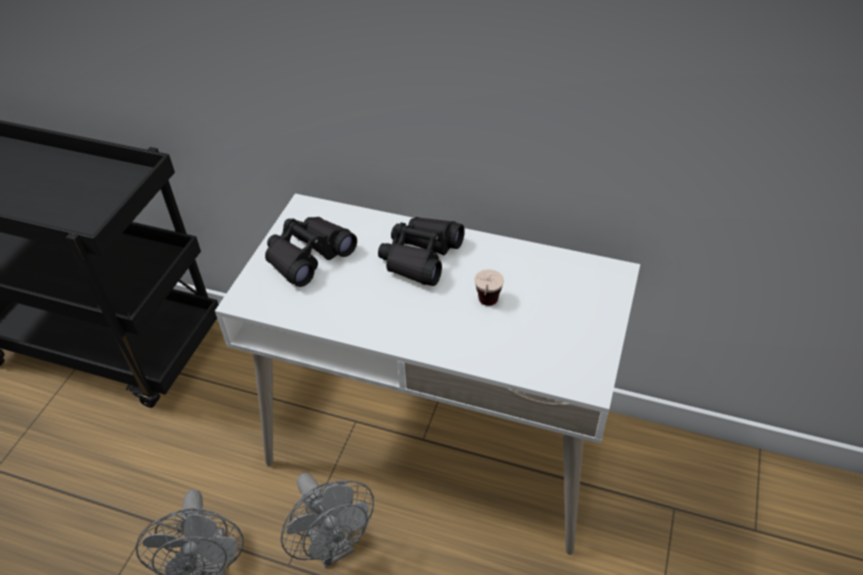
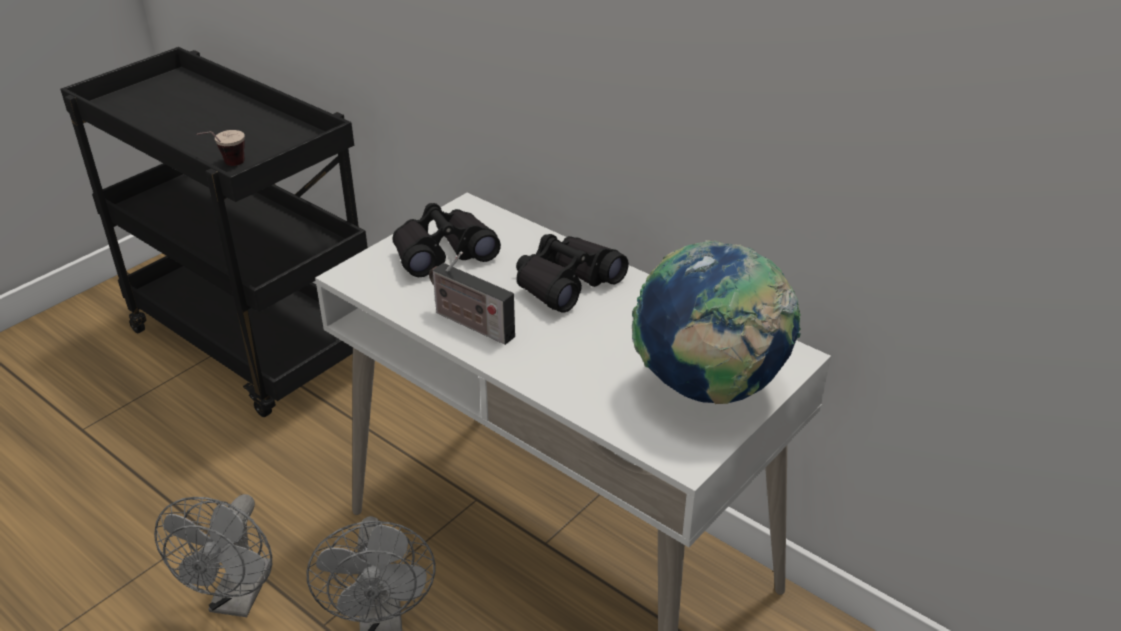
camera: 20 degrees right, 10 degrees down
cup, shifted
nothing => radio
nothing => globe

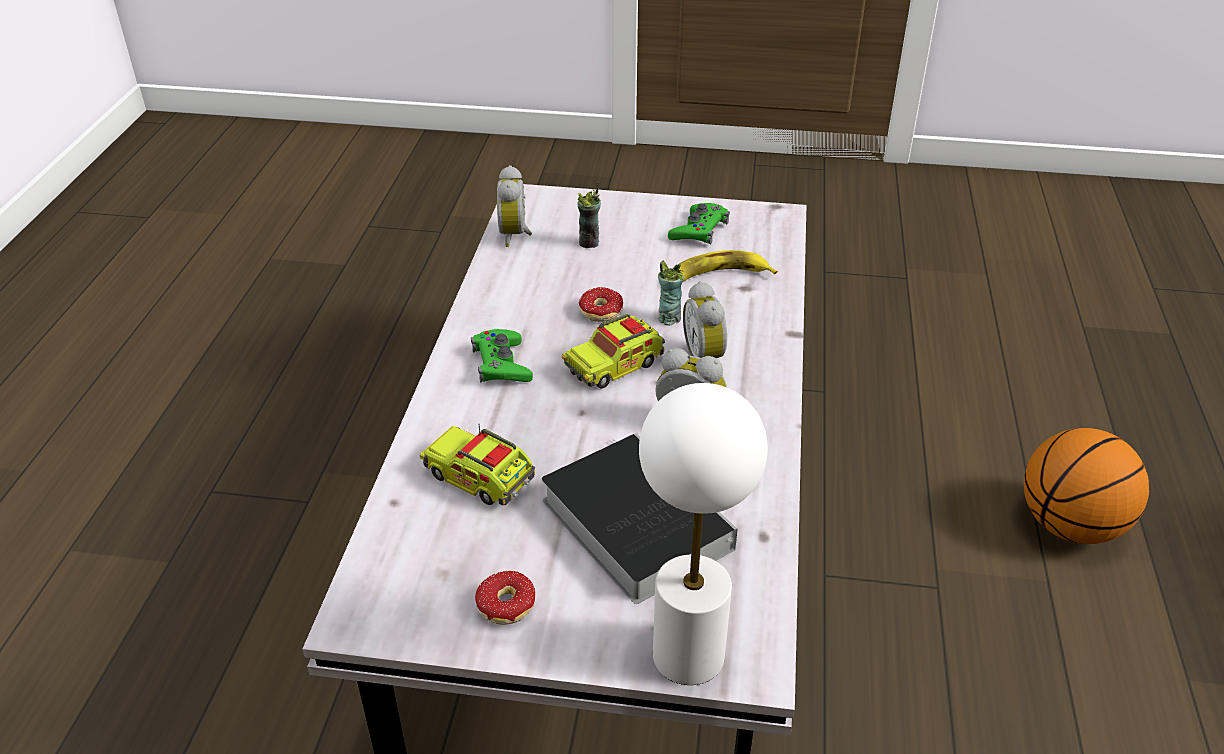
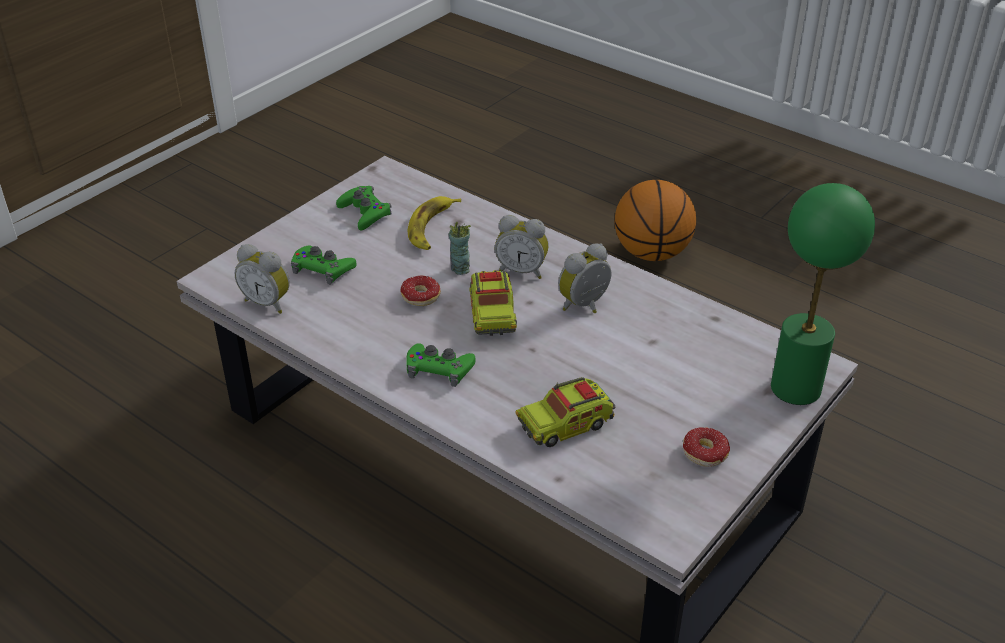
camera: 60 degrees left, 0 degrees up
cup (no. 1 from left) => game controller in green (no. 1 from left)
table lamp in white => table lamp in green
book => nothing

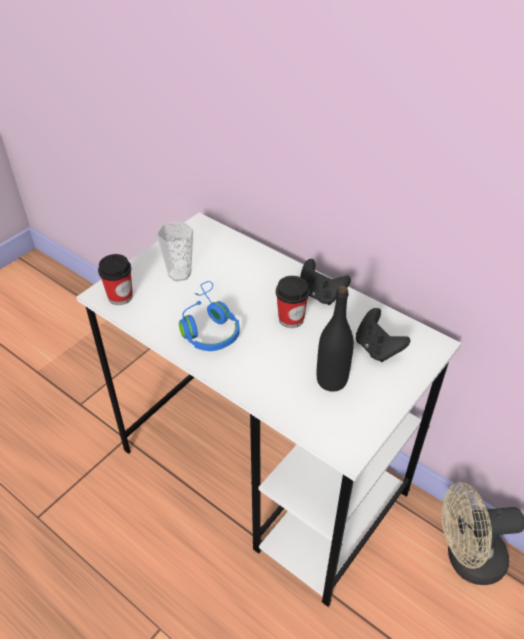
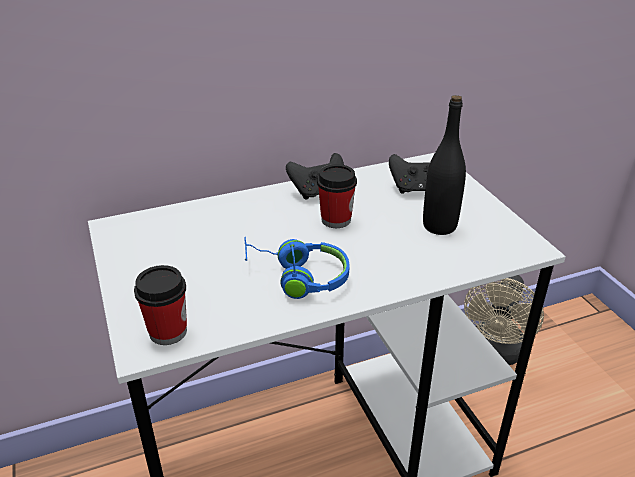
camera: 60 degrees left, 10 degrees down
cup (no. 2 from left) => nothing

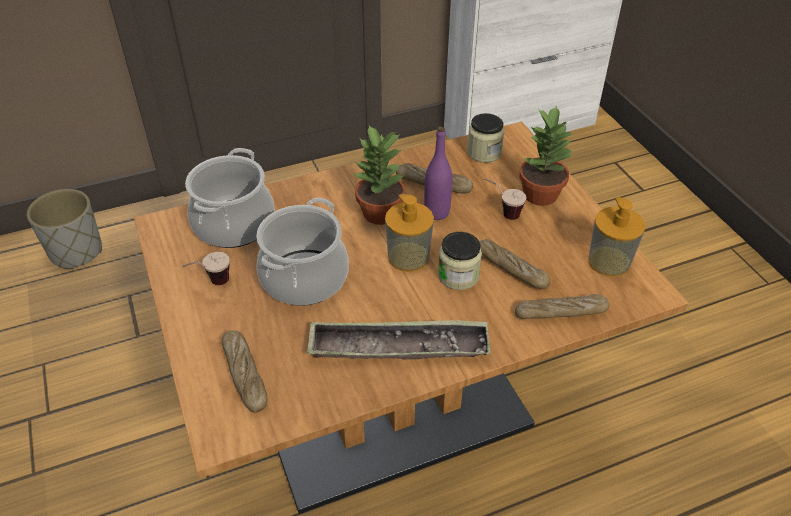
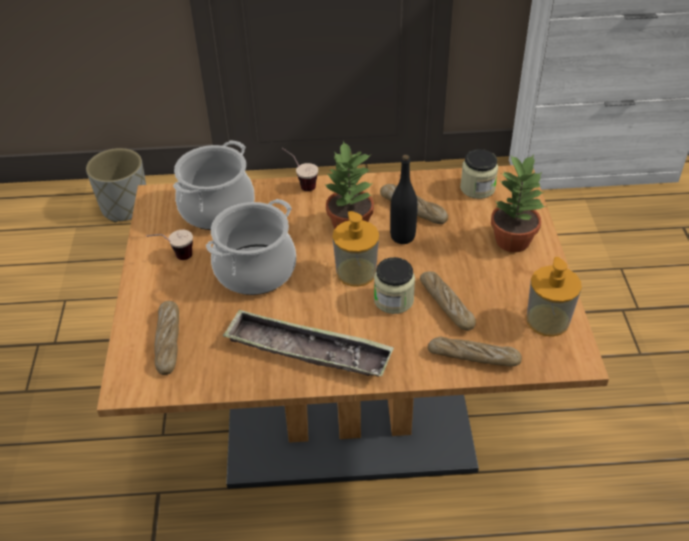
camera: 20 degrees right, 0 degrees up
cup (no. 2 from left), shifted
bottle in purple => bottle in black

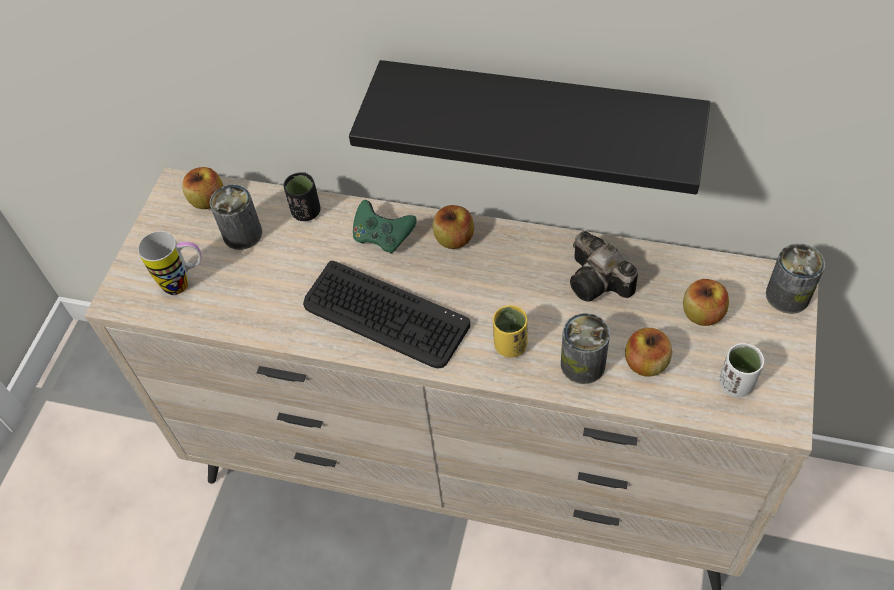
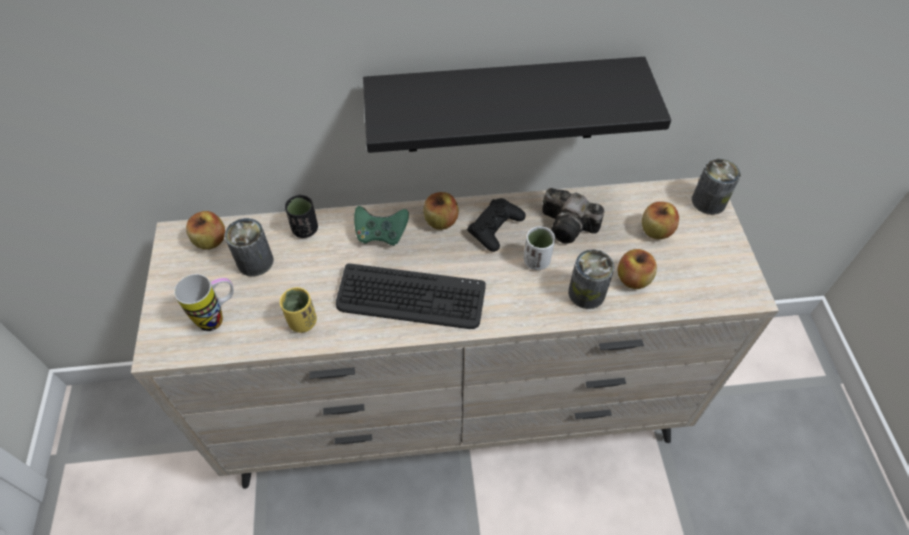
camera: 25 degrees left, 0 degrees up
cup in yellow, shifted
nothing => game controller in black
cup in white, shifted

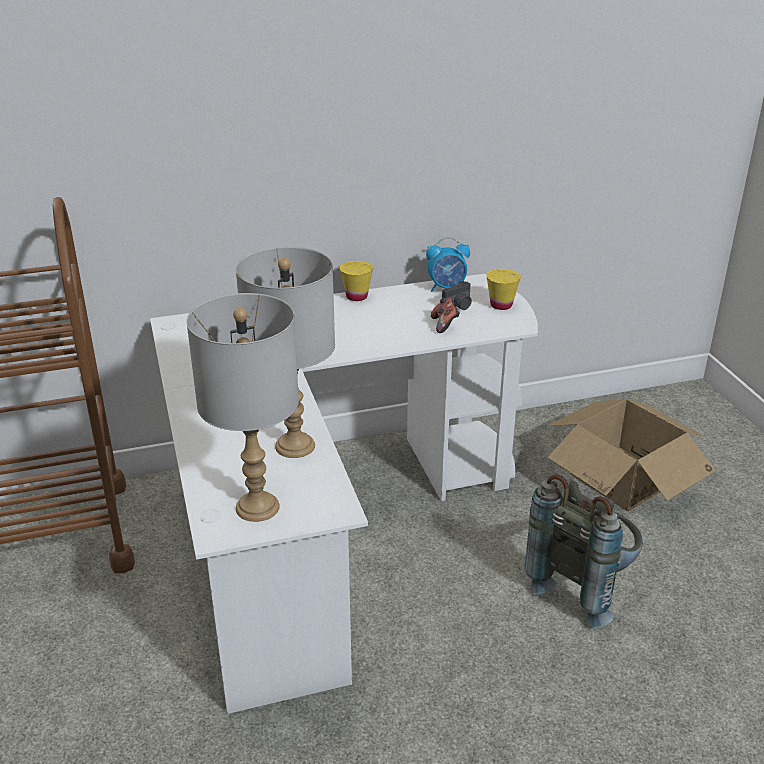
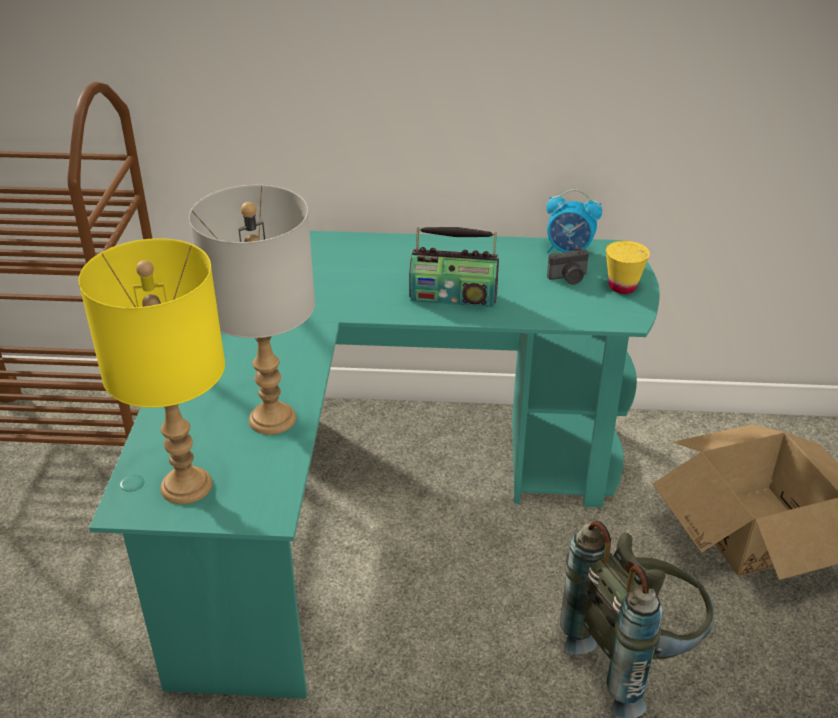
camera: 20 degrees right, 5 degrees up
table lamp in grey (no. 1 from left) => table lamp in yellow
desk in white => desk in turquoise
nothing => radio
cup in yellow (no. 1 from left) => nothing
game controller => nothing

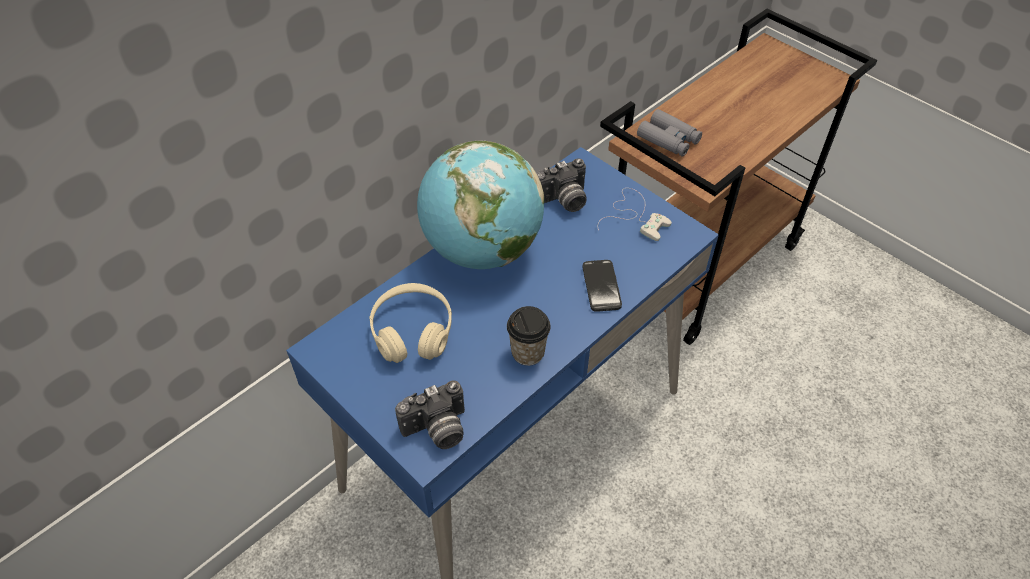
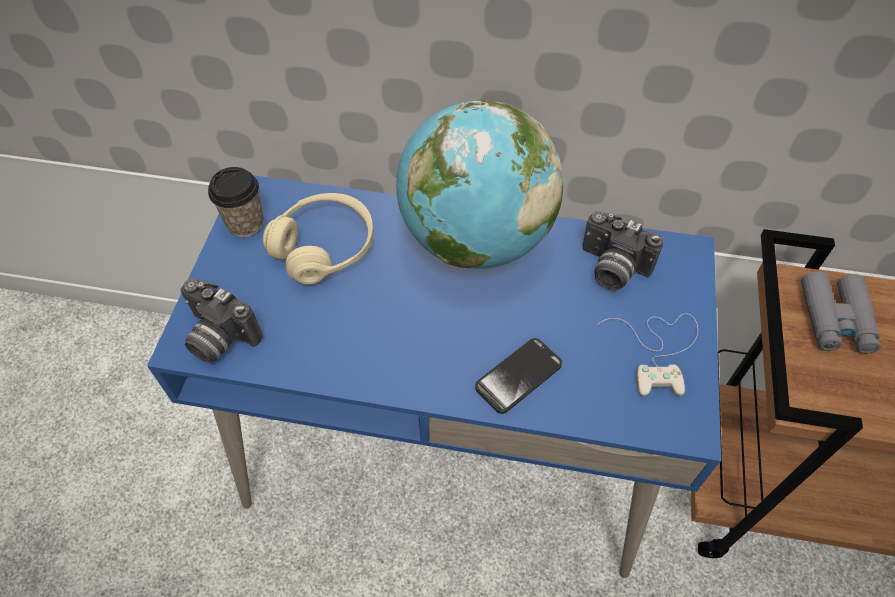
camera: 55 degrees right, 5 degrees up
cup, shifted

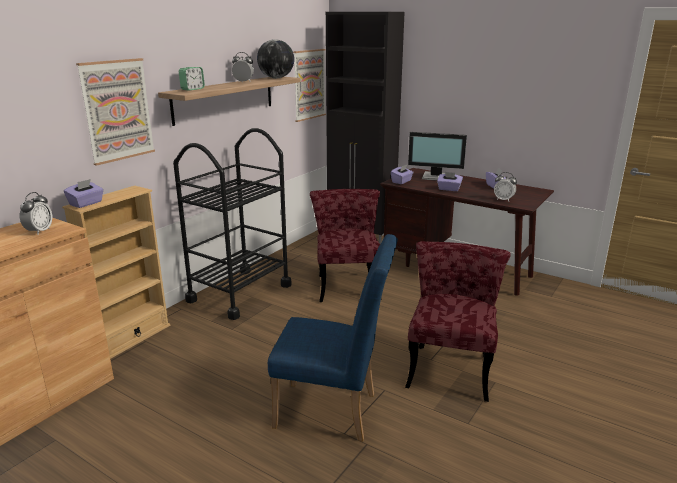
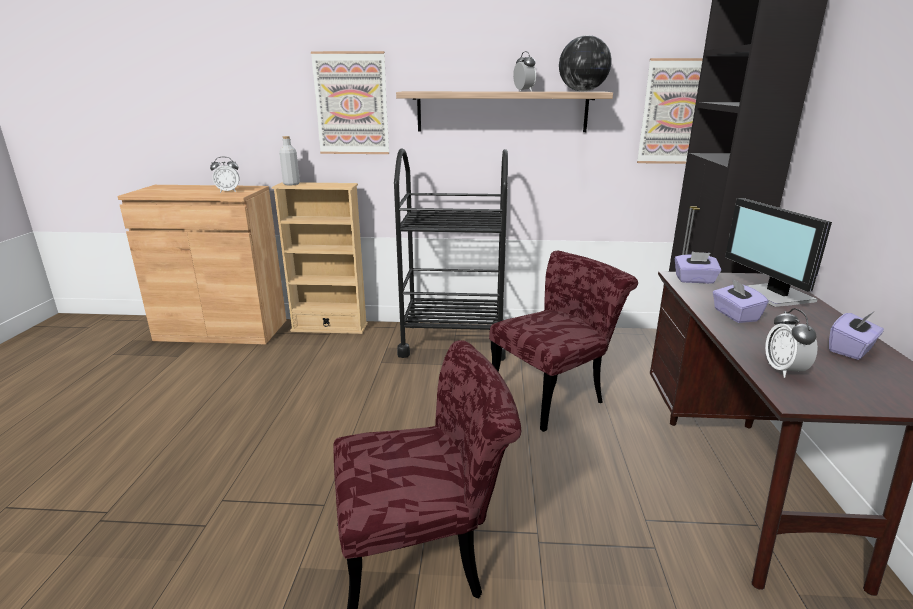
camera: 60 degrees right, 0 degrees up
tissue box in purple (no. 1 from left) => bottle in grey
alarm clock (no. 2 from left) => nothing
chair in blue => nothing

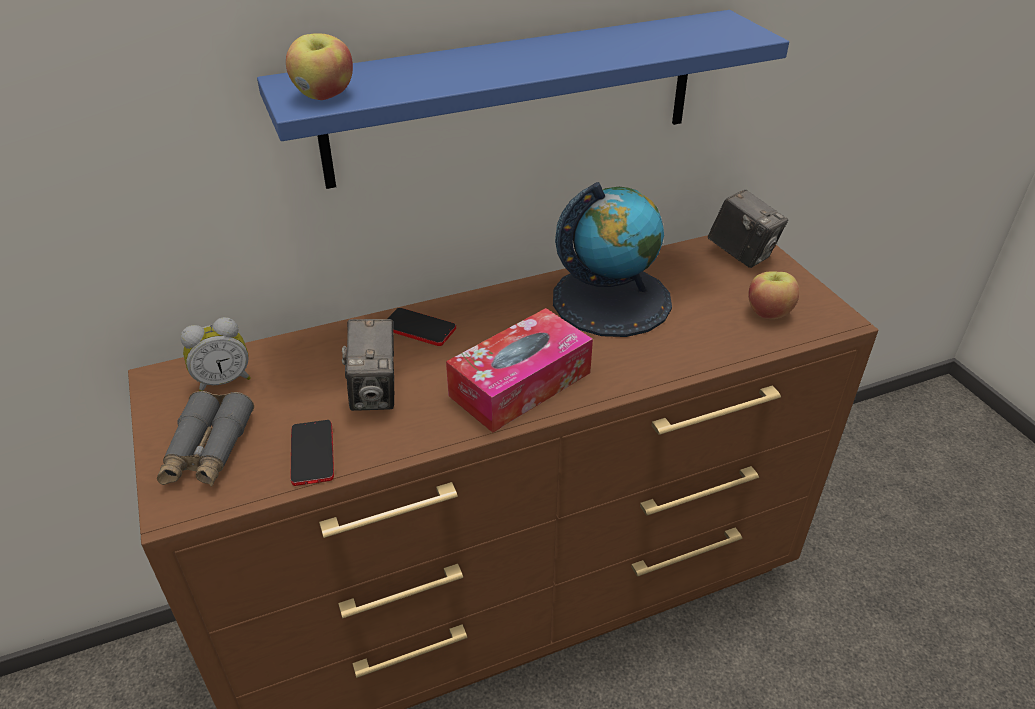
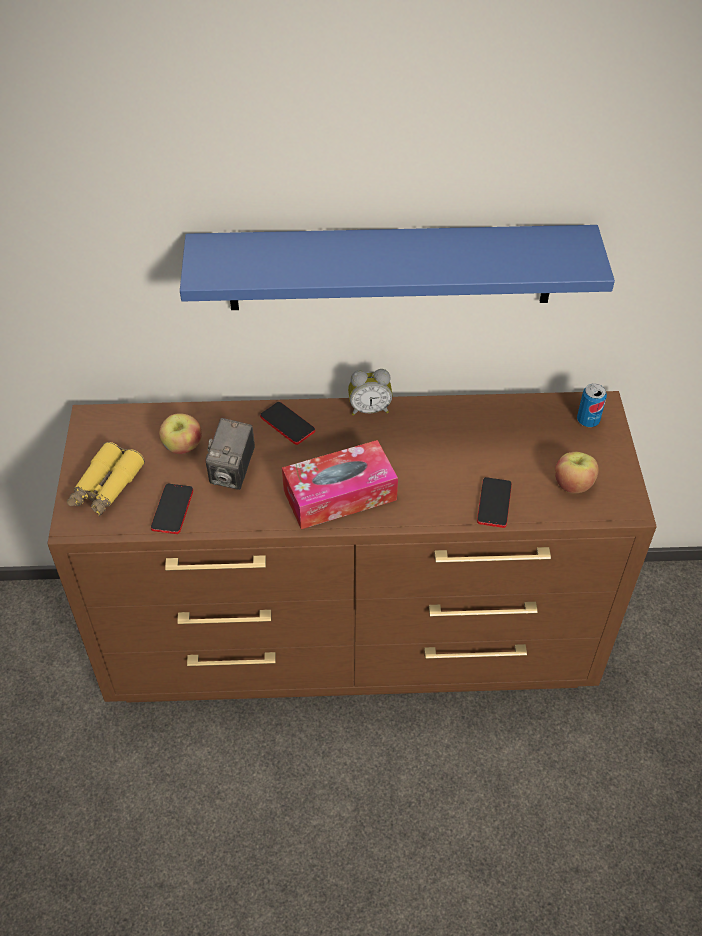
camera: 20 degrees right, 10 degrees up
binoculars in grey => binoculars in yellow
apple (no. 1 from left), shifted
alarm clock, shifted
nothing => phone (no. 3 from left)
photo camera (no. 2 from left) => can
globe => nothing

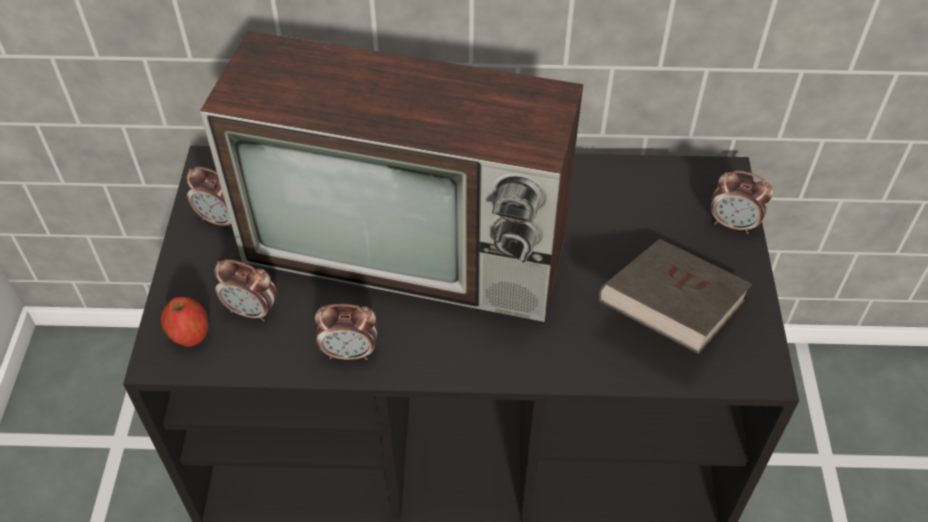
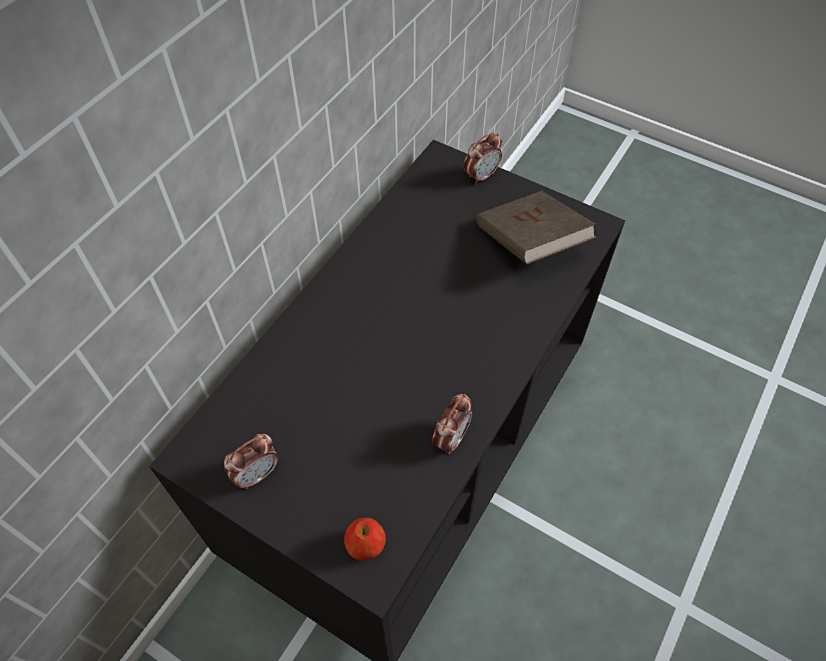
camera: 60 degrees left, 5 degrees up
television => nothing
alarm clock (no. 2 from left) => nothing

